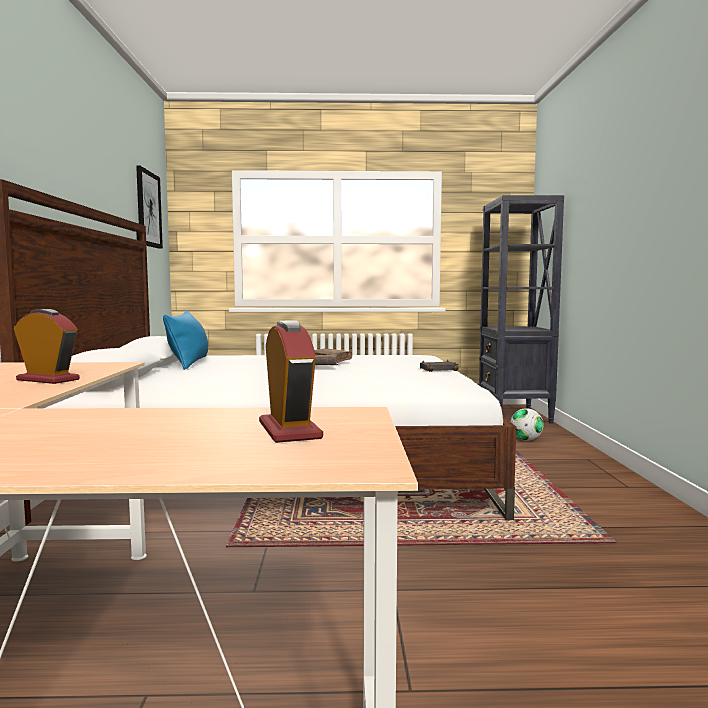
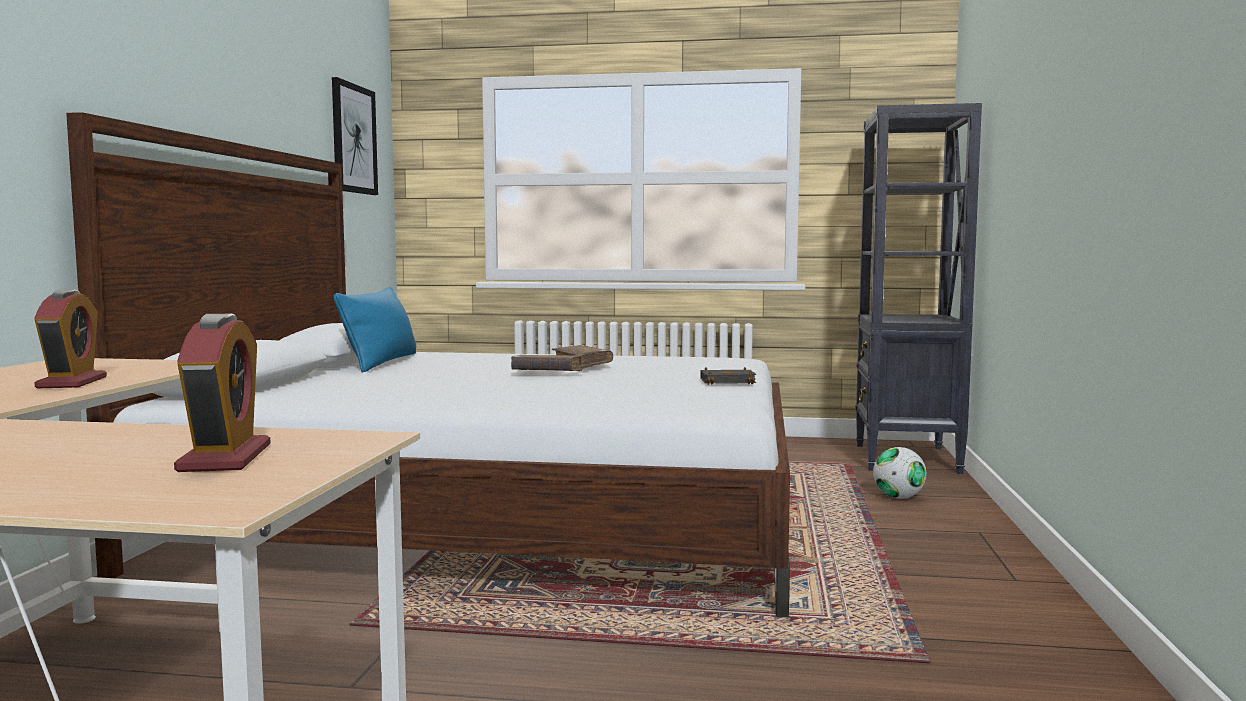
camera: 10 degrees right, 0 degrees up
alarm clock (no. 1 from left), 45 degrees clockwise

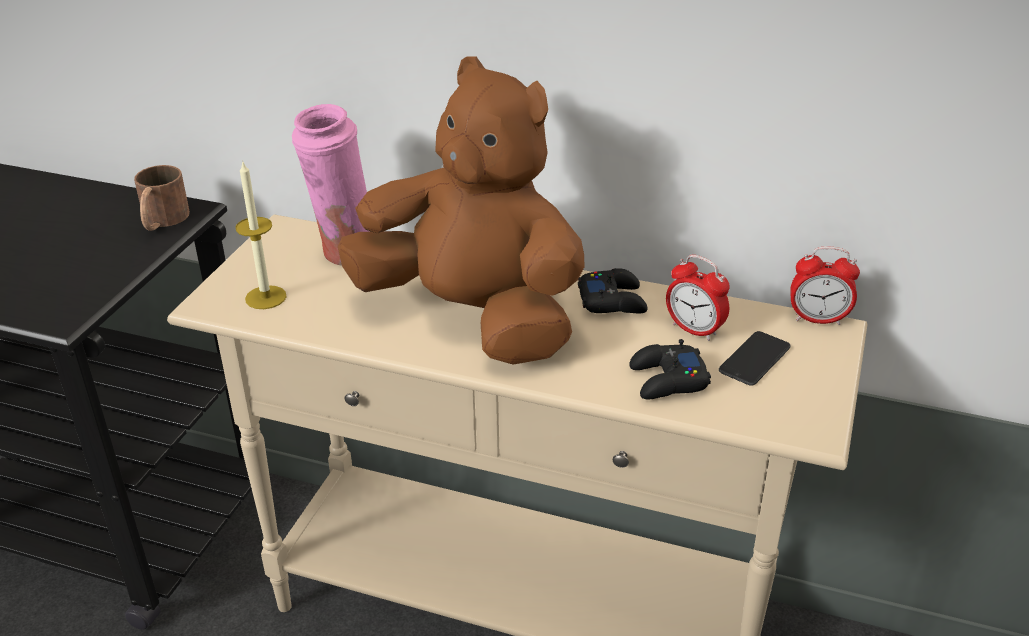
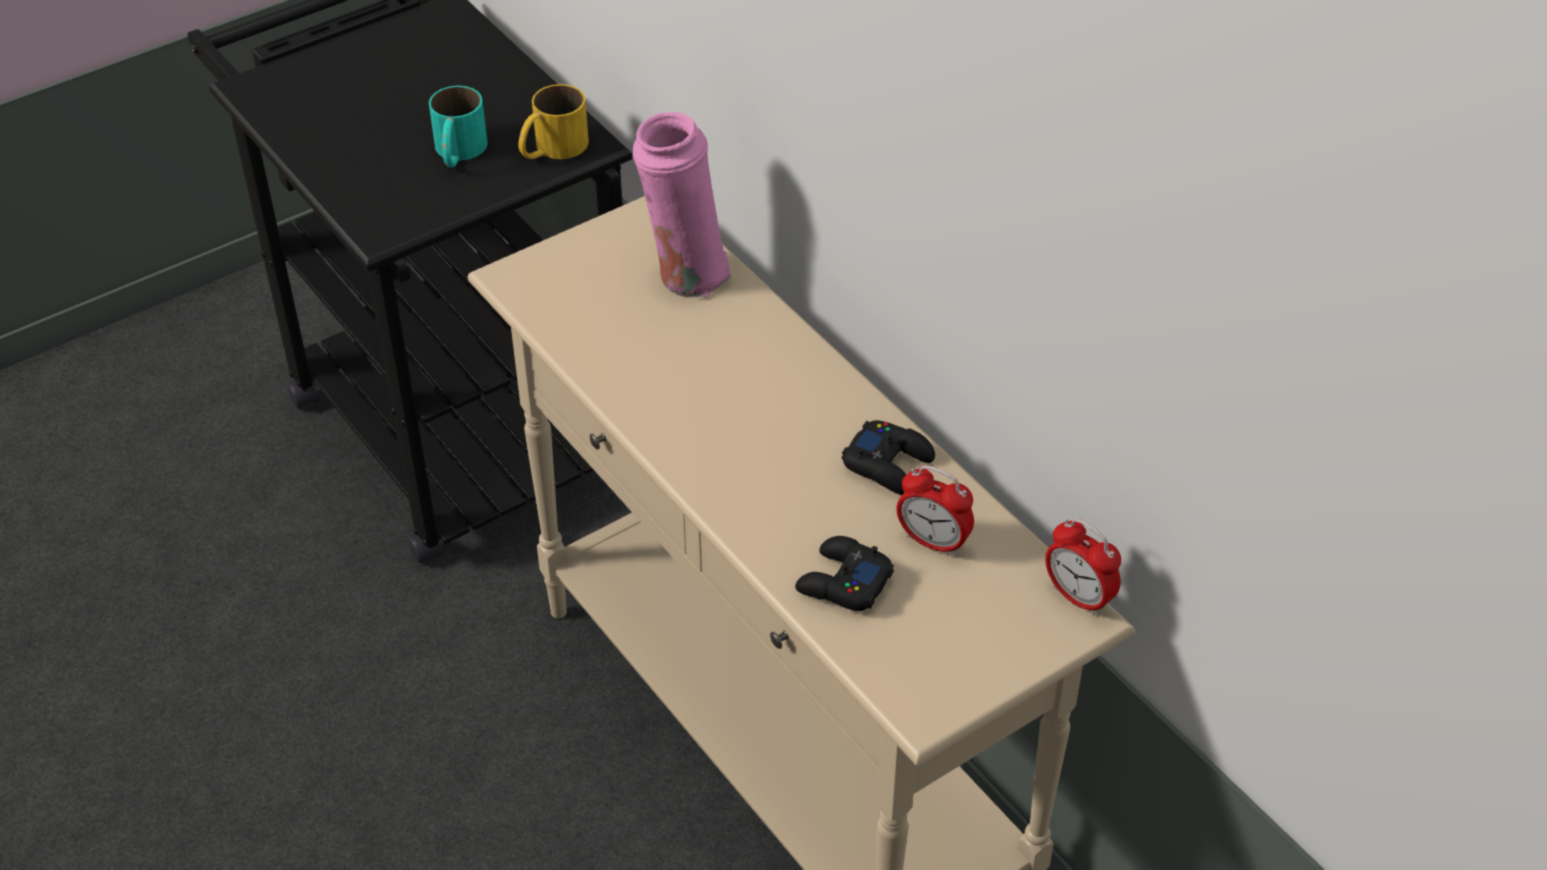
camera: 35 degrees right, 10 degrees up
nothing => mug in turquoise
mug in brown => mug in yellow
alarm clock (no. 1 from left), 45 degrees counterclockwise
candle => nothing
plush toy in brown => nothing
phone => nothing

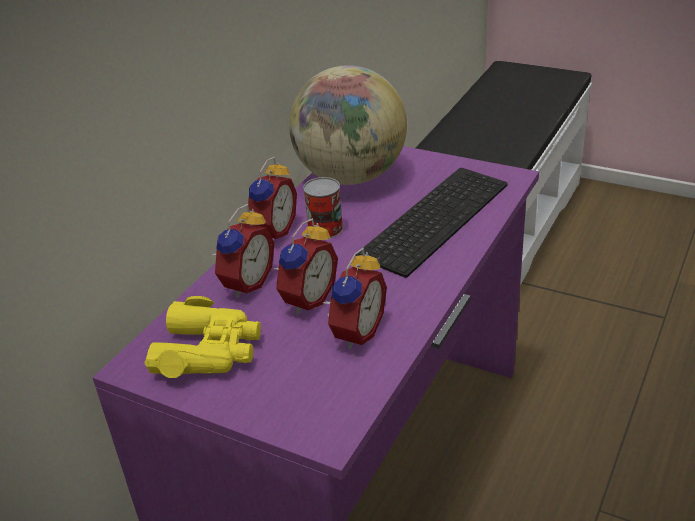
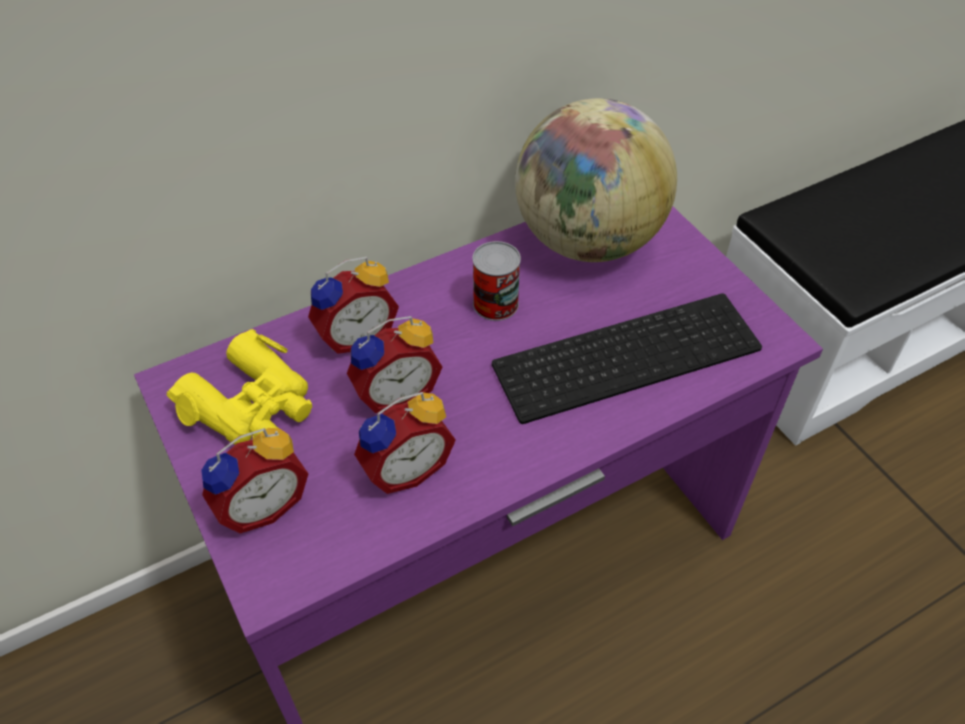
camera: 30 degrees right, 15 degrees up
alarm clock (no. 2 from left in the first image) => alarm clock (no. 1 from left), shifted

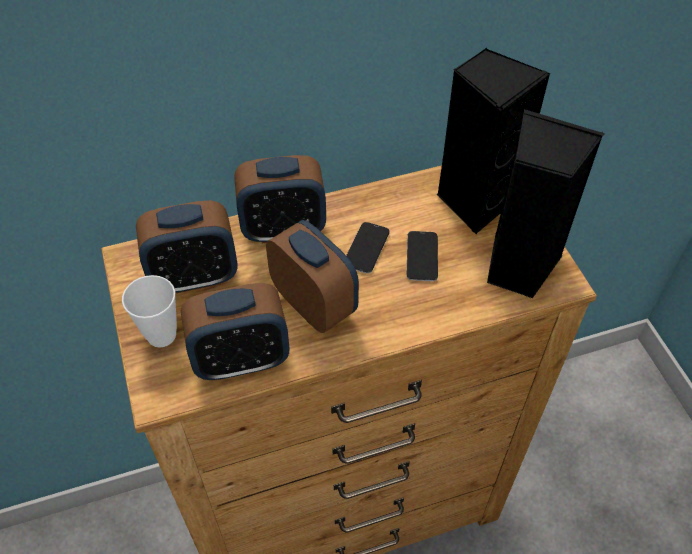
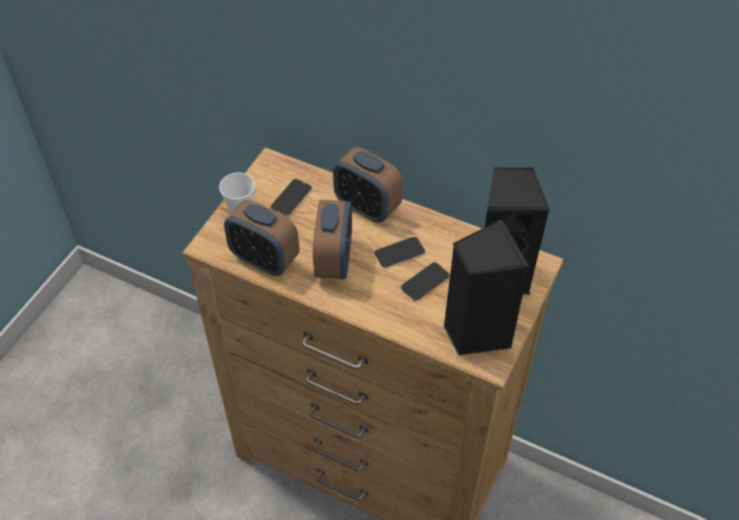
camera: 45 degrees right, 0 degrees up
alarm clock (no. 1 from left) => phone (no. 1 from left)

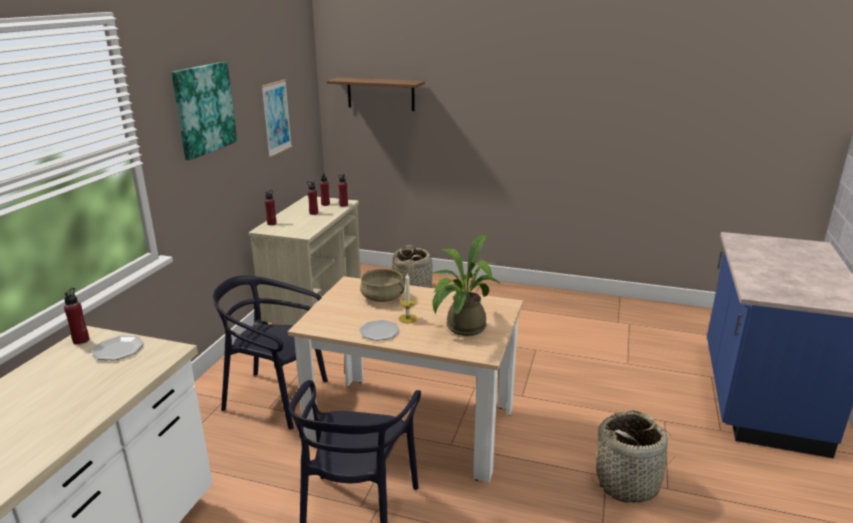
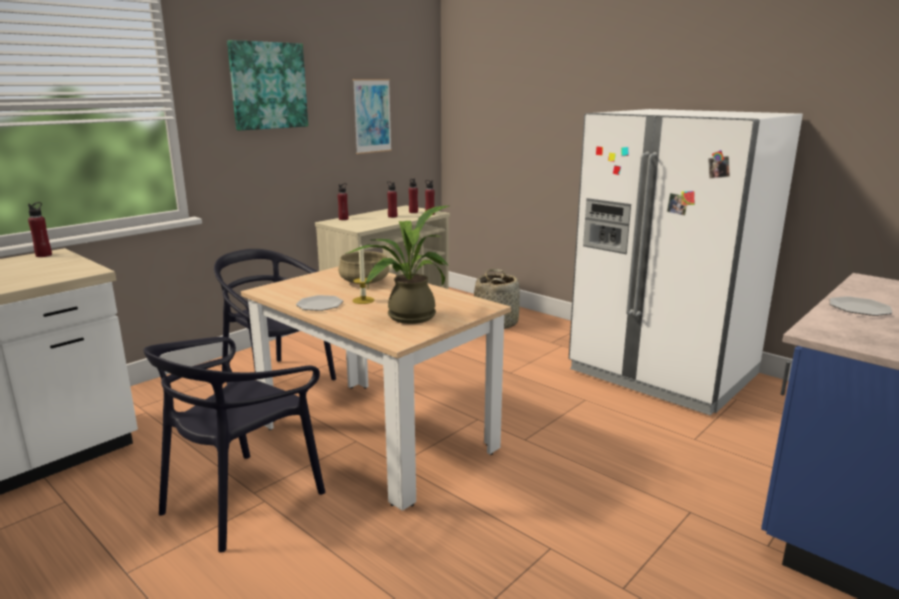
camera: 25 degrees right, 5 degrees down
nothing => fridge in white
plate (no. 1 from left in the first image) => plate (no. 2 from left), shifted
shelf => nothing
basket (no. 2 from left) => nothing

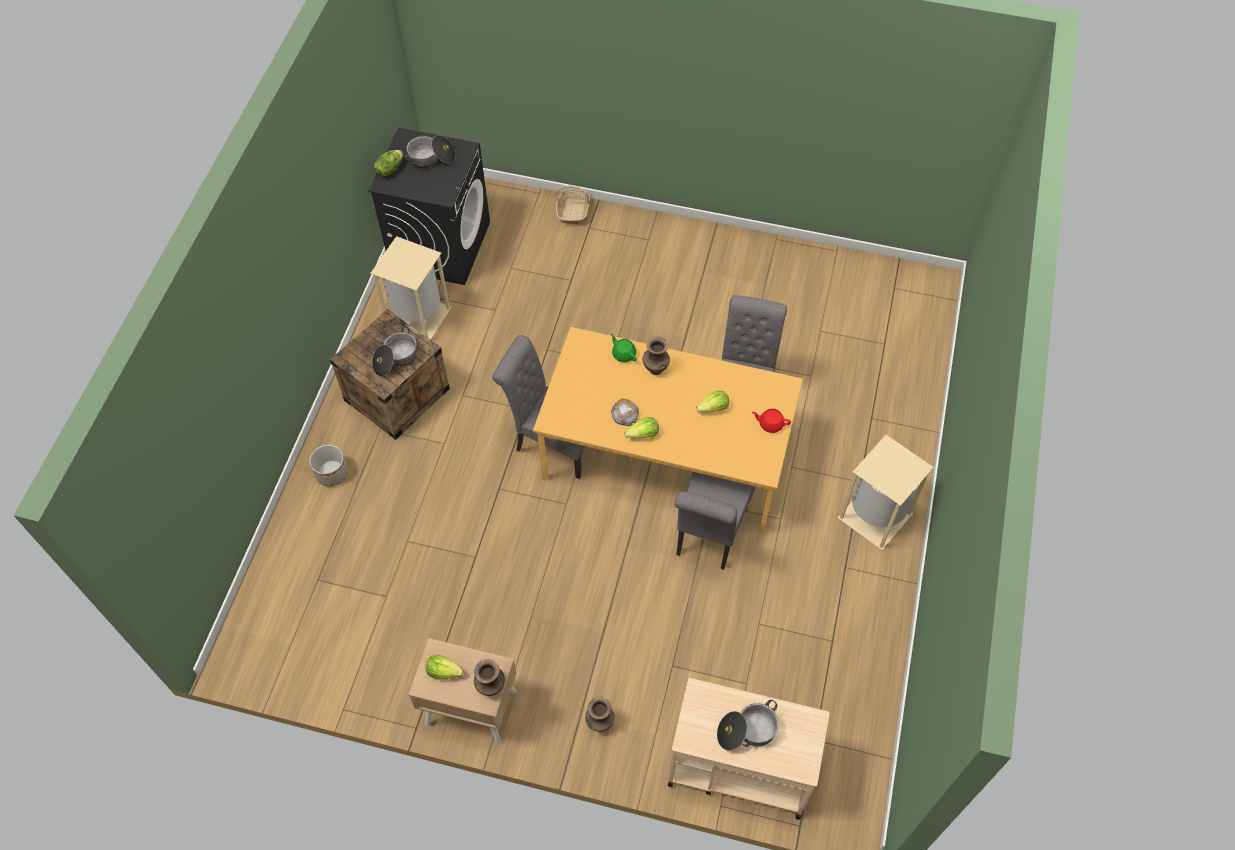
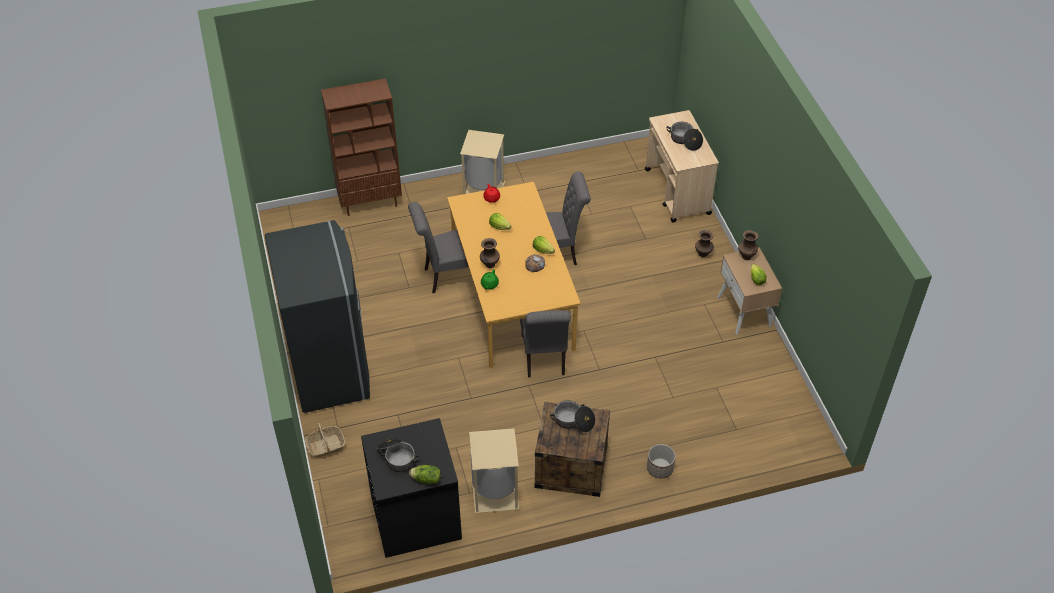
camera: 120 degrees left, 10 degrees down
nothing => fridge in grey
nothing => bookcase in brown

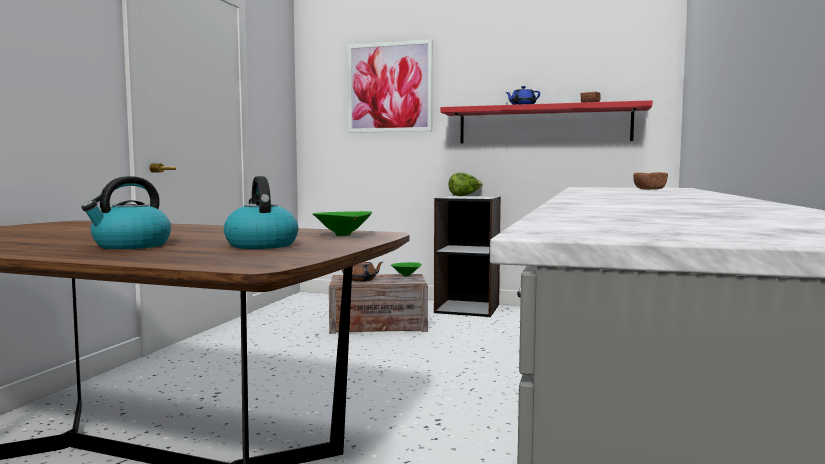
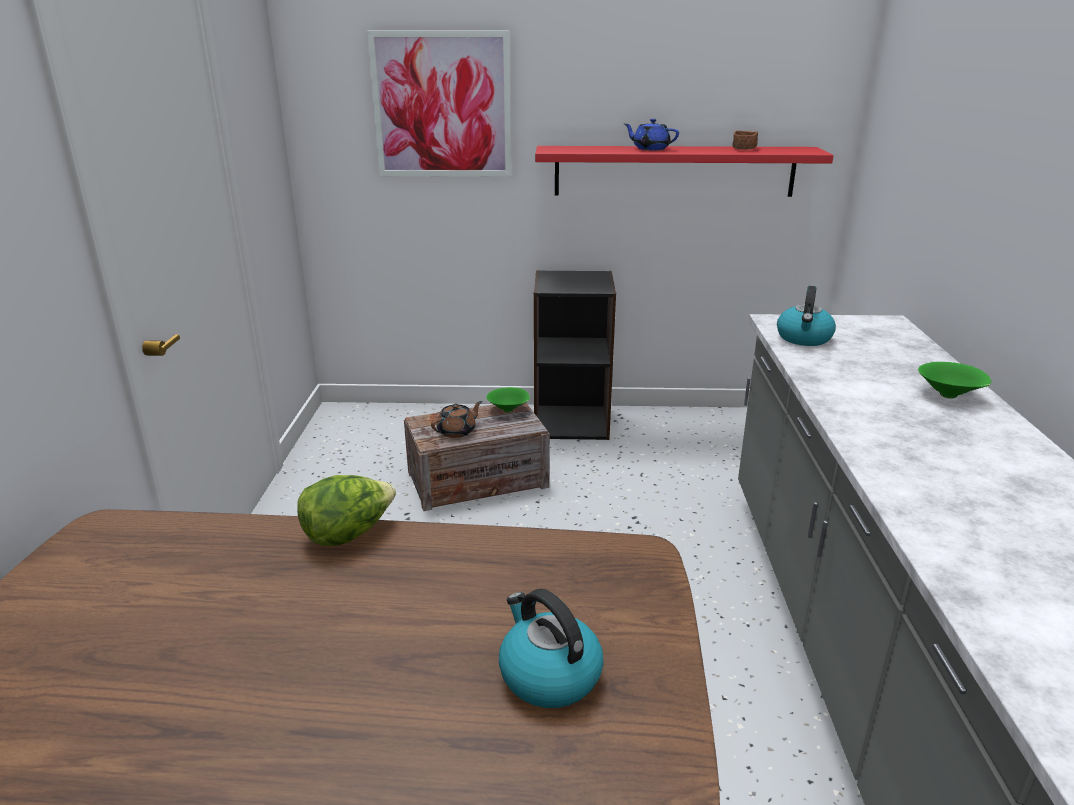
camera: 15 degrees left, 20 degrees up
lettuce, shifted
kettle (no. 1 from left in the first image) => kettle (no. 2 from left), shifted
bowl in green (no. 1 from left in the first image) => bowl in green (no. 2 from left), shifted
bowl in brown (no. 2 from left) => nothing

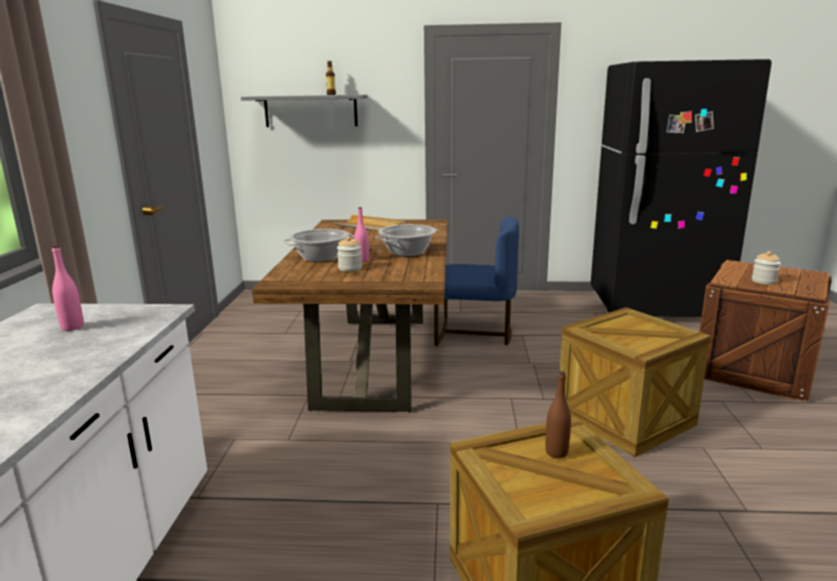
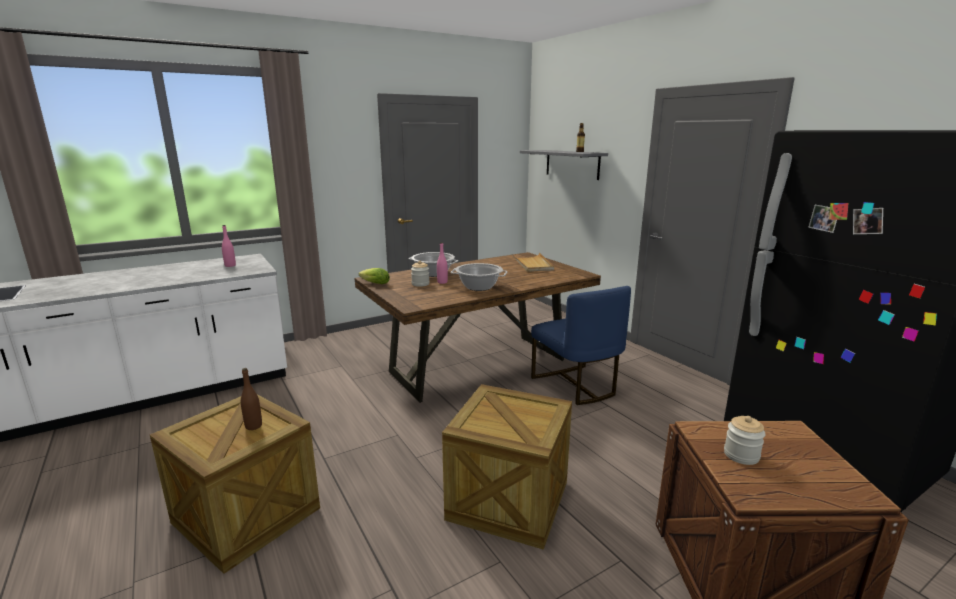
camera: 55 degrees right, 0 degrees up
nothing => lettuce

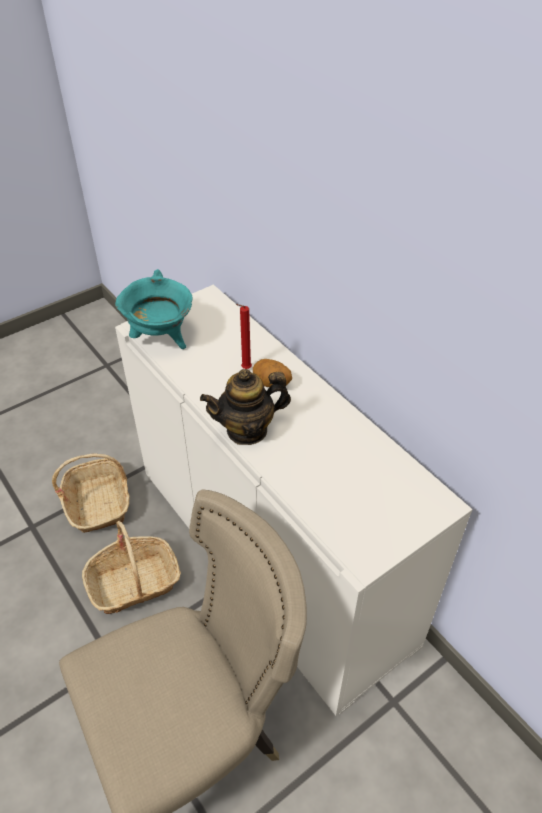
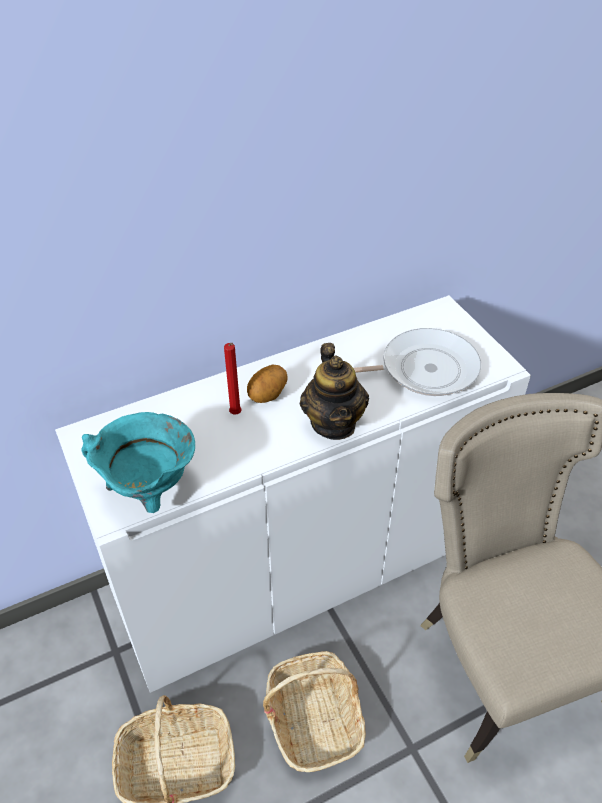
camera: 80 degrees left, 0 degrees up
nothing => frying pan

